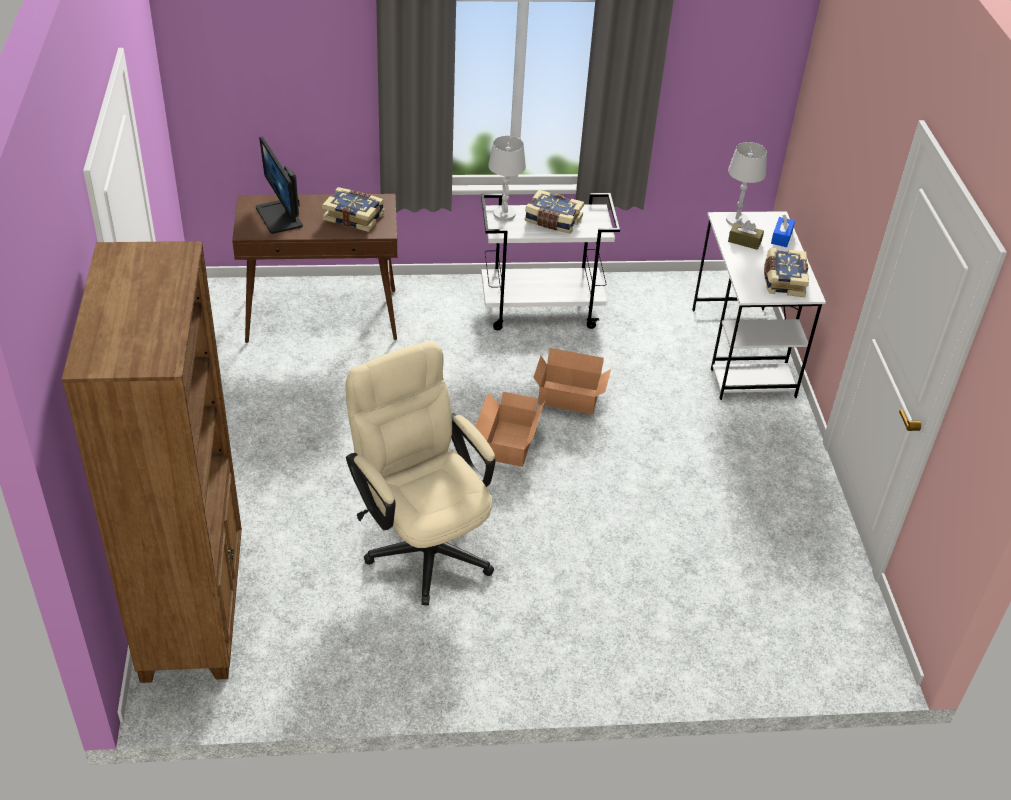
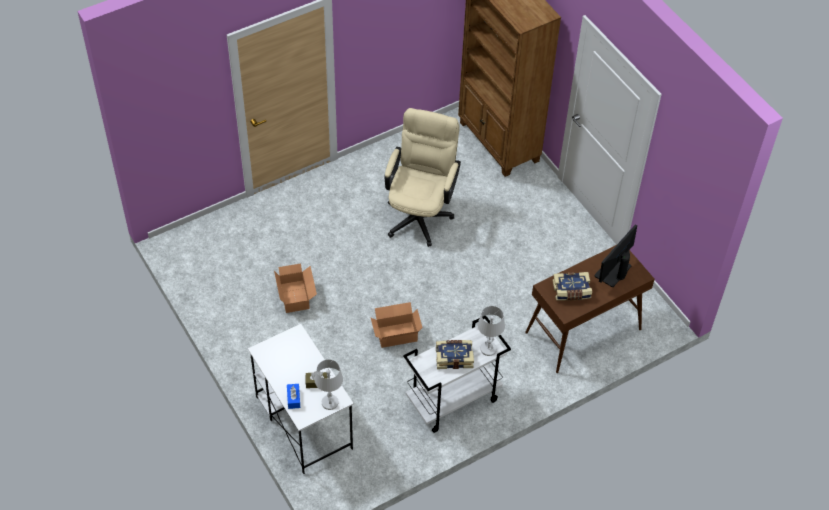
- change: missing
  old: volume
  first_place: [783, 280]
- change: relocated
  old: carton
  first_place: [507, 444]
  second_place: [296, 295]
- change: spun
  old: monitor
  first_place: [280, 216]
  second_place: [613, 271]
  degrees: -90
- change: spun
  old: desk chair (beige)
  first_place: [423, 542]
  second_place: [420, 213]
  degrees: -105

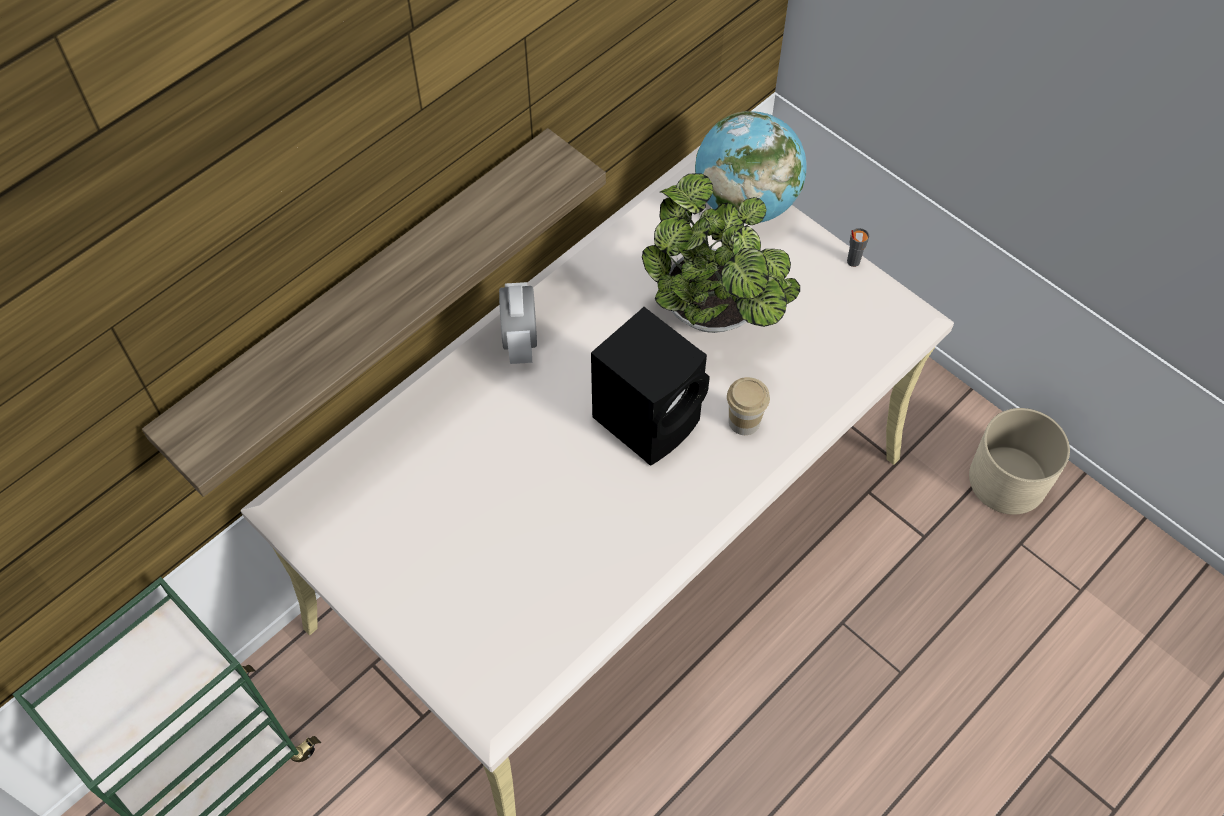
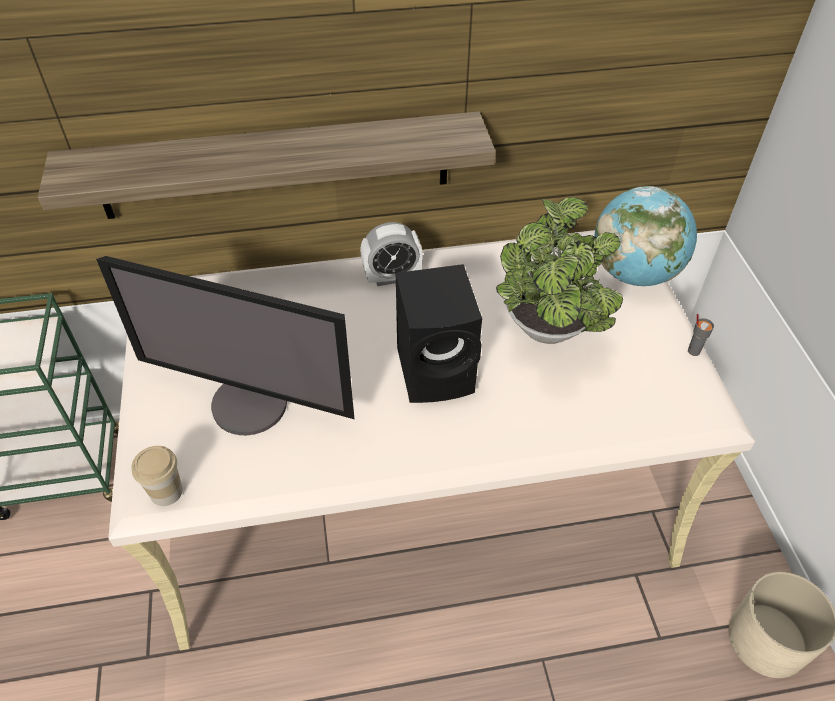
- change: appeared
  new: monitor
  second_place: [252, 403]
- change: relocated
  old: cup
  first_place: [744, 421]
  second_place: [166, 492]
- change: spun
  old: alarm clock
  first_place: [520, 342]
  second_place: [392, 277]
  degrees: -135

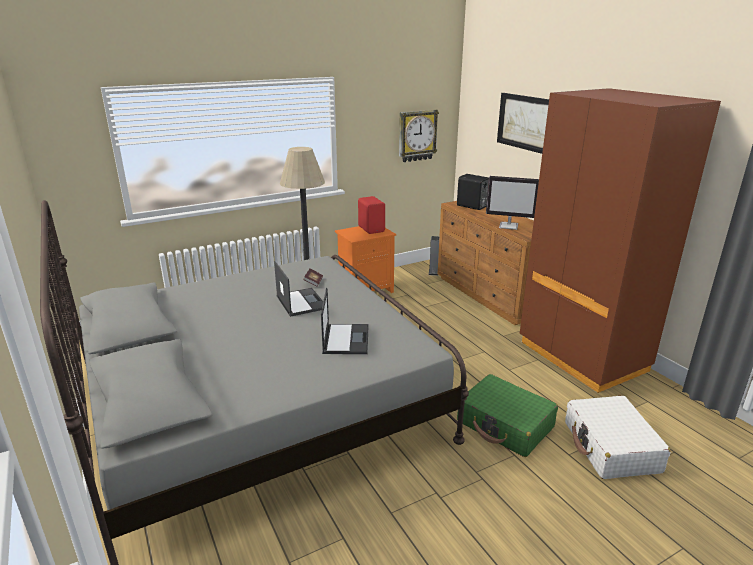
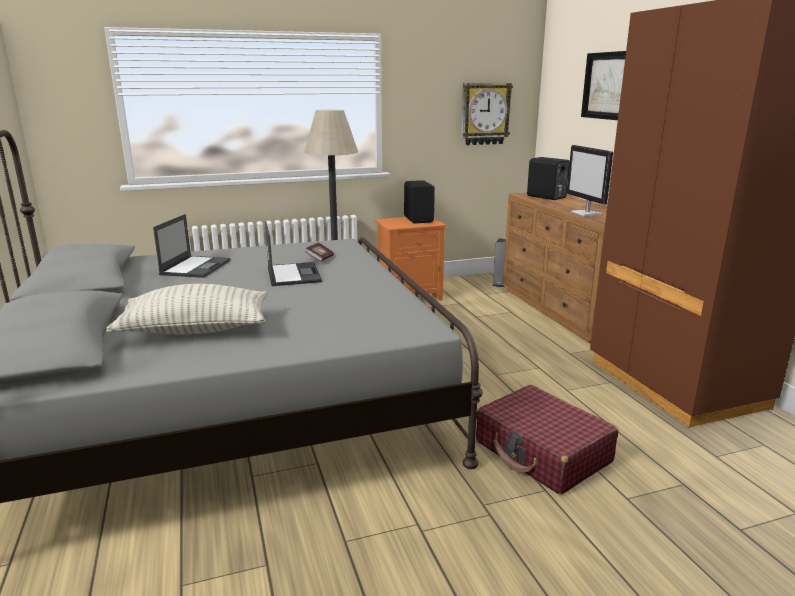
- change: missing
  old: travel case (whitish)
  first_place: [611, 447]
- change: appeared
  new: throw pillow
  second_place: [196, 330]
- change: relocated
  old: notebook computer
  first_place: [346, 339]
  second_place: [196, 267]
- change: colour
  old: loudspeaker (red-coloured)
  new: loudspeaker (black-coloured)
  first_place: [372, 229]
  second_place: [419, 219]
- change: colour
  old: travel case (greenish)
  new: travel case (red-coloured)
  first_place: [505, 425]
  second_place: [542, 452]
- change: spun
  old: monitor
  first_place: [509, 226]
  second_place: [586, 214]
  degrees: 45

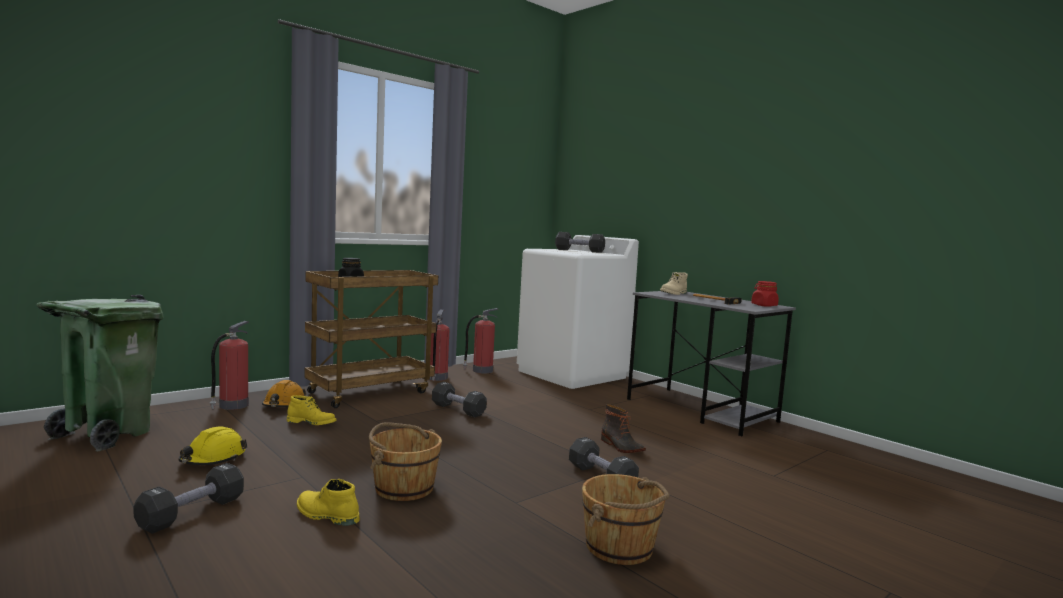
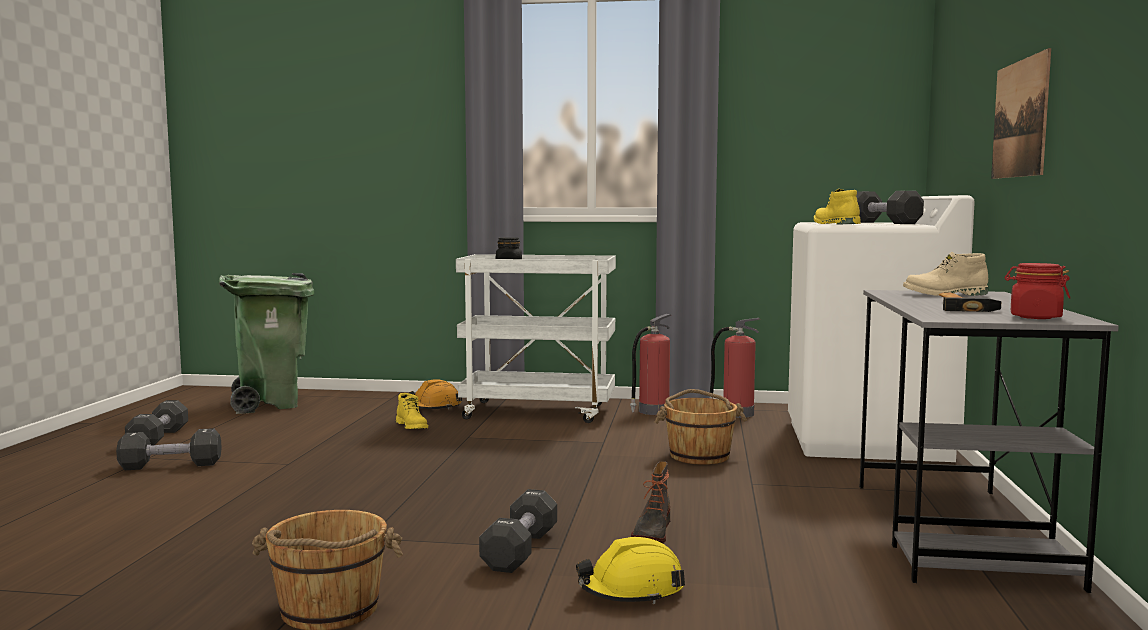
- change: missing
  old: fire-fighting cylinder
  first_place: [232, 406]
- change: appeared
  new: wall art
  second_place: [1020, 119]
- change: relocated
  old: work helmet (yellow)
  first_place: [213, 459]
  second_place: [632, 590]
- change: relocated
  old: boot (yellow)
  first_place: [326, 515]
  second_place: [834, 224]
- change: relocated
  old: bucket (brownish)
  first_place: [403, 488]
  second_place: [699, 455]
- change: relocated
  old: dumbbell (black-coloured)
  first_place: [458, 410]
  second_place: [158, 438]
- change: colour
  old: cart (brownish)
  new: cart (whitish)
  first_place: [370, 392]
  second_place: [540, 412]

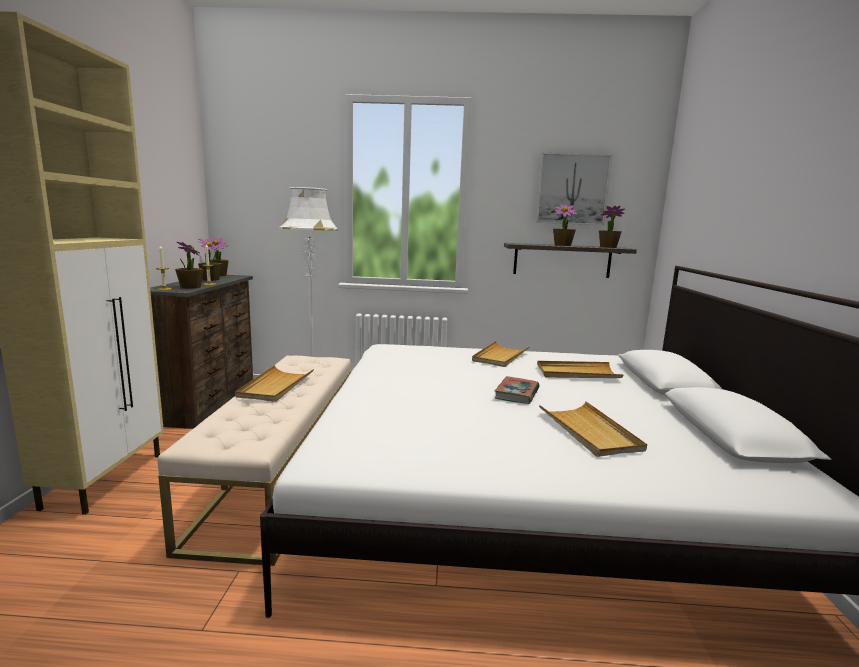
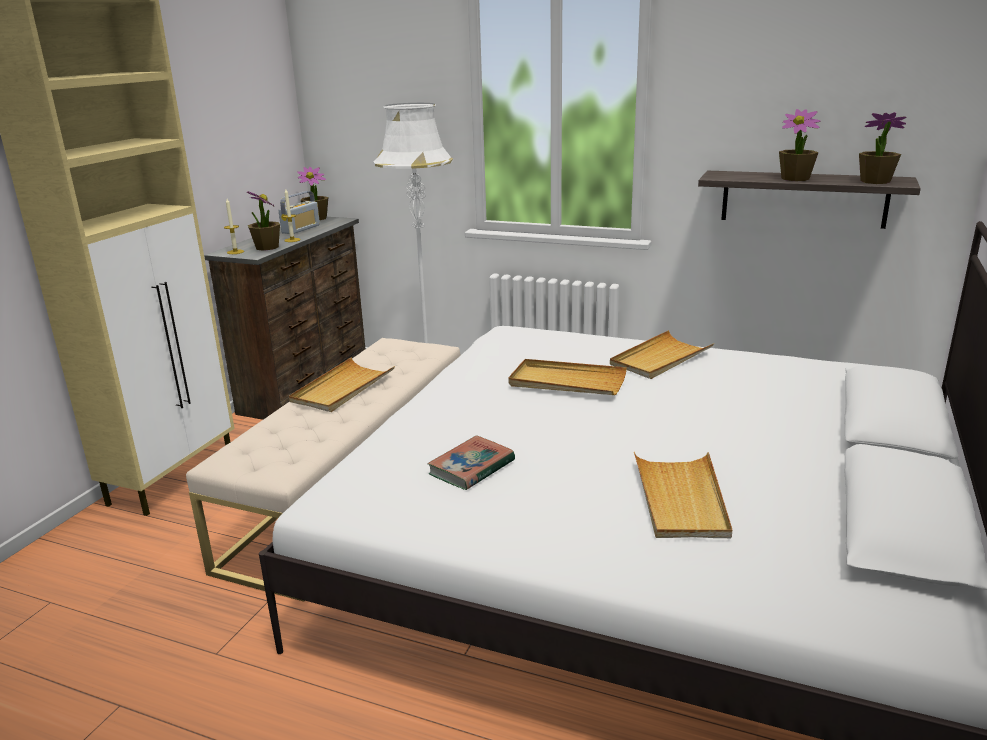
- change: missing
  old: wall art
  first_place: [572, 189]
- change: relocated
  old: volume
  first_place: [517, 394]
  second_place: [471, 467]
- change: relocated
  old: tray (beige)
  first_place: [577, 373]
  second_place: [566, 382]
- change: exchanged
  old: potted plant
  new: radio
  first_place: [211, 279]
  second_place: [301, 229]

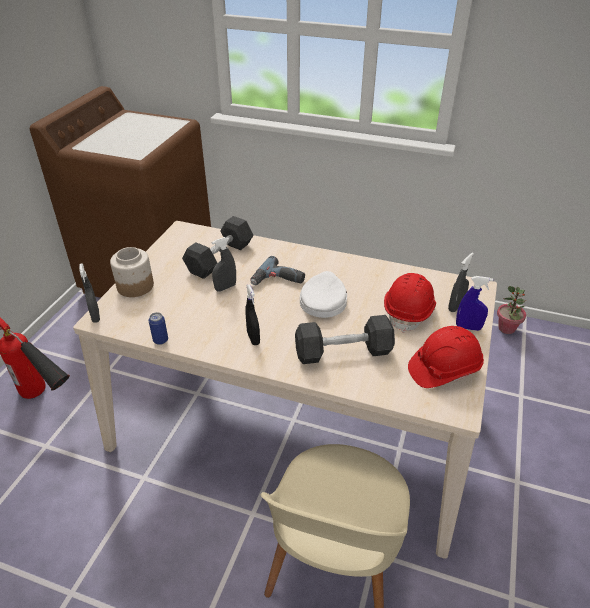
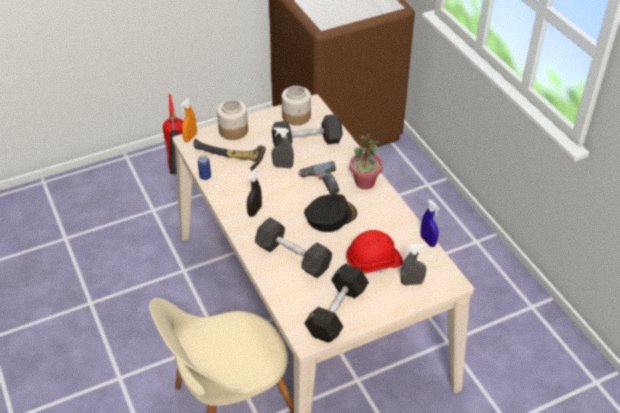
- change: appeared
  new: hand hammer
  second_place: [230, 158]
- change: appeared
  new: storage jar
  second_place: [296, 116]
- change: relocated
  old: sprayer (bluish)
  first_place: [468, 327]
  second_place: [428, 241]
- change: relocated
  old: potted plant
  first_place: [506, 328]
  second_place: [364, 183]
- change: exchanged
  old: work helmet (red-coloured)
  new: dumbbell (black-coloured)
  first_place: [443, 369]
  second_place: [336, 312]
- change: colour
  old: sprayer (gray)
  new: sprayer (orange-coloured)
  first_place: [95, 316]
  second_place: [190, 137]
- change: colour
  old: cap (whitish)
  new: cap (black-coloured)
  first_place: [323, 300]
  second_place: [330, 216]

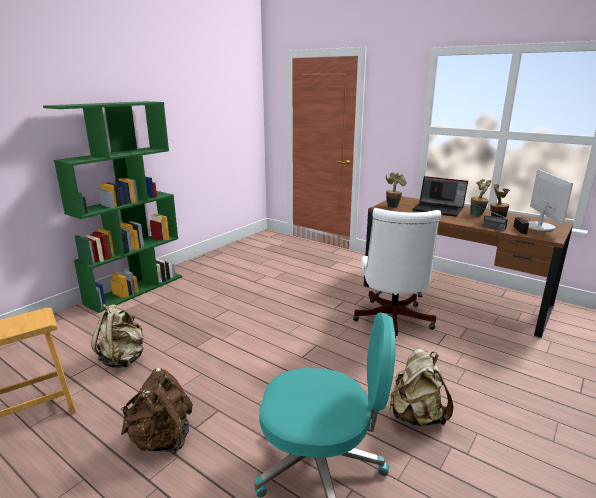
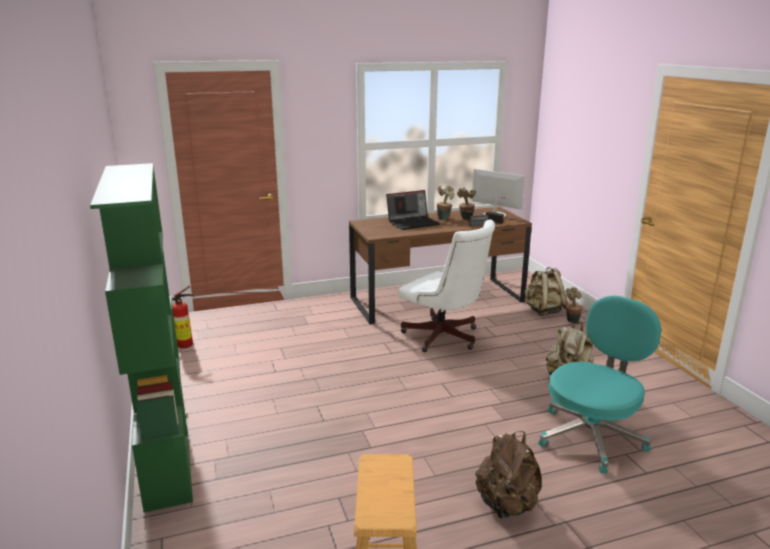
- change: appeared
  new: fire-fighting cylinder
  second_place: [187, 345]
- change: relocated
  old: knapsack (beige)
  first_place: [123, 359]
  second_place: [543, 311]
- change: relocated
  old: potted plant
  first_place: [393, 206]
  second_place: [571, 320]

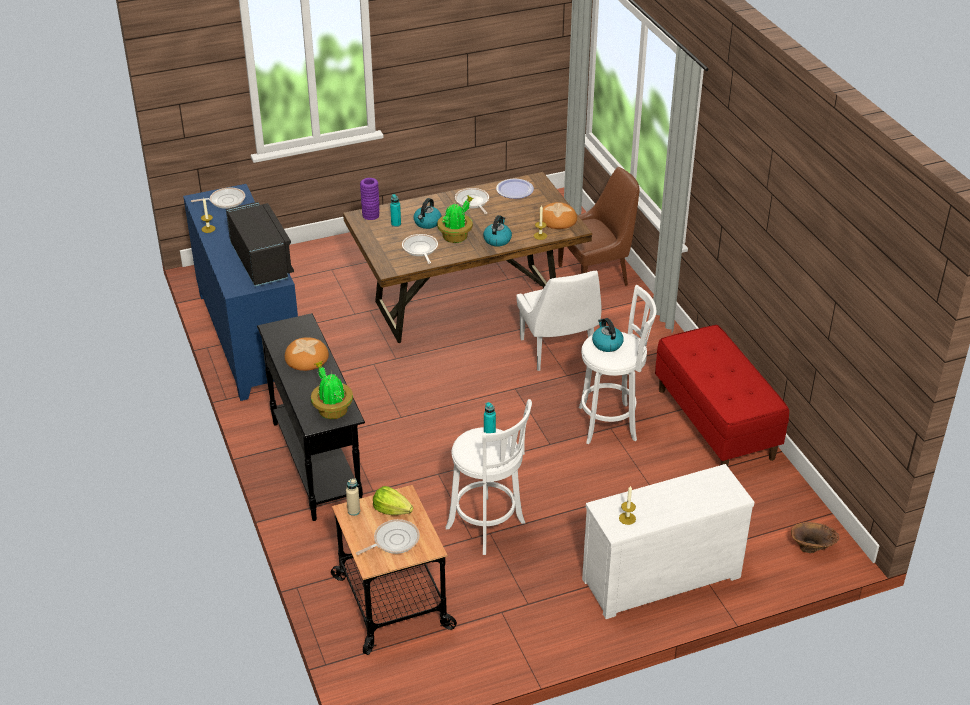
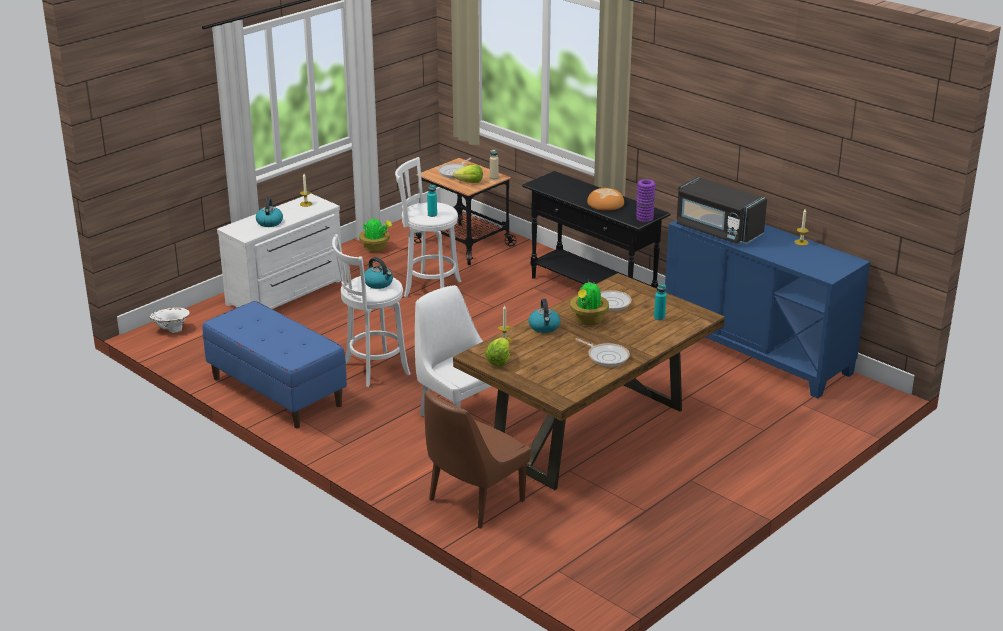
- change: missing
  old: skillet
  first_place: [225, 201]
- change: missing
  old: flat dish
  first_place: [514, 189]
- change: relocated
  old: potted plant
  first_place: [332, 410]
  second_place: [376, 249]
- change: relocated
  old: decorative vase (purple-coloured)
  first_place: [371, 215]
  second_place: [644, 218]
- change: relocated
  old: kettle
  first_place: [427, 223]
  second_place: [269, 222]
- change: exchanged
  old: baked bread
  new: lettuce
  first_place: [558, 219]
  second_place: [499, 361]
- change: colour
  old: bench (red-coloured)
  new: bench (bluish)
  first_place: [716, 423]
  second_place: [276, 392]
- change: colour
  old: decorative vase (brownish)
  new: decorative vase (whitish)
  first_place: [812, 550]
  second_place: [171, 330]

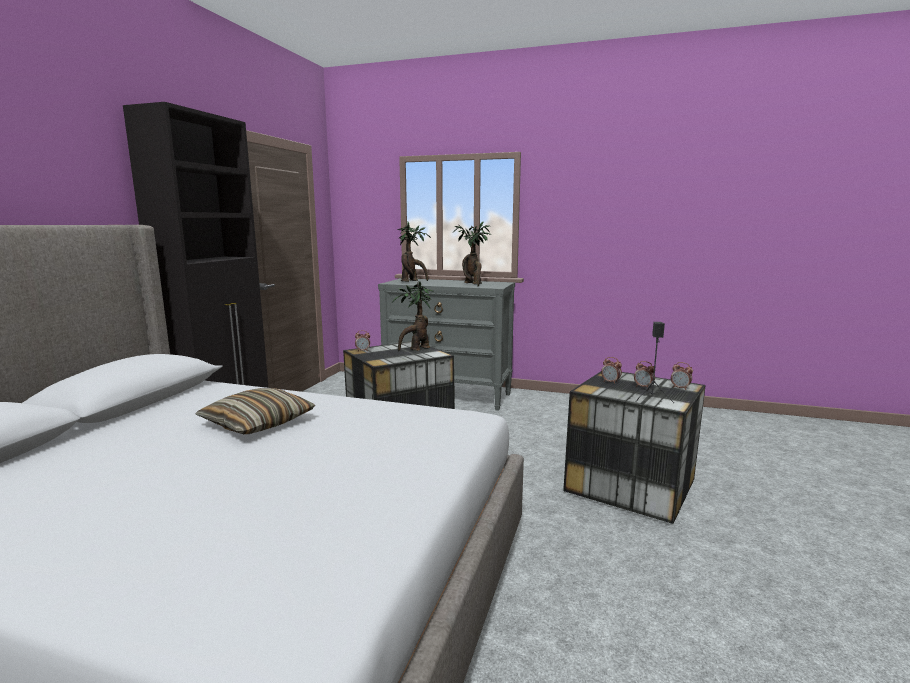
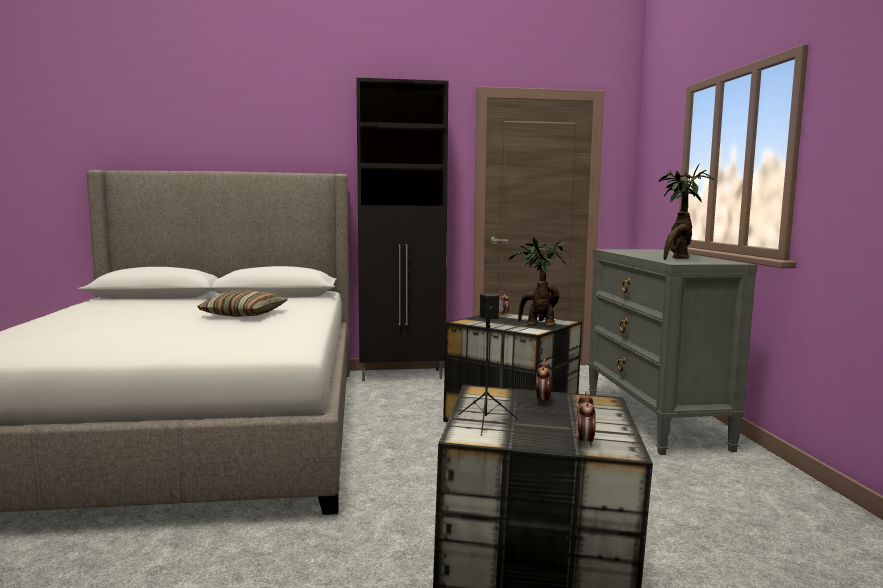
- change: missing
  old: potted plant
  first_place: [412, 281]
- change: missing
  old: alarm clock
  first_place: [643, 387]

